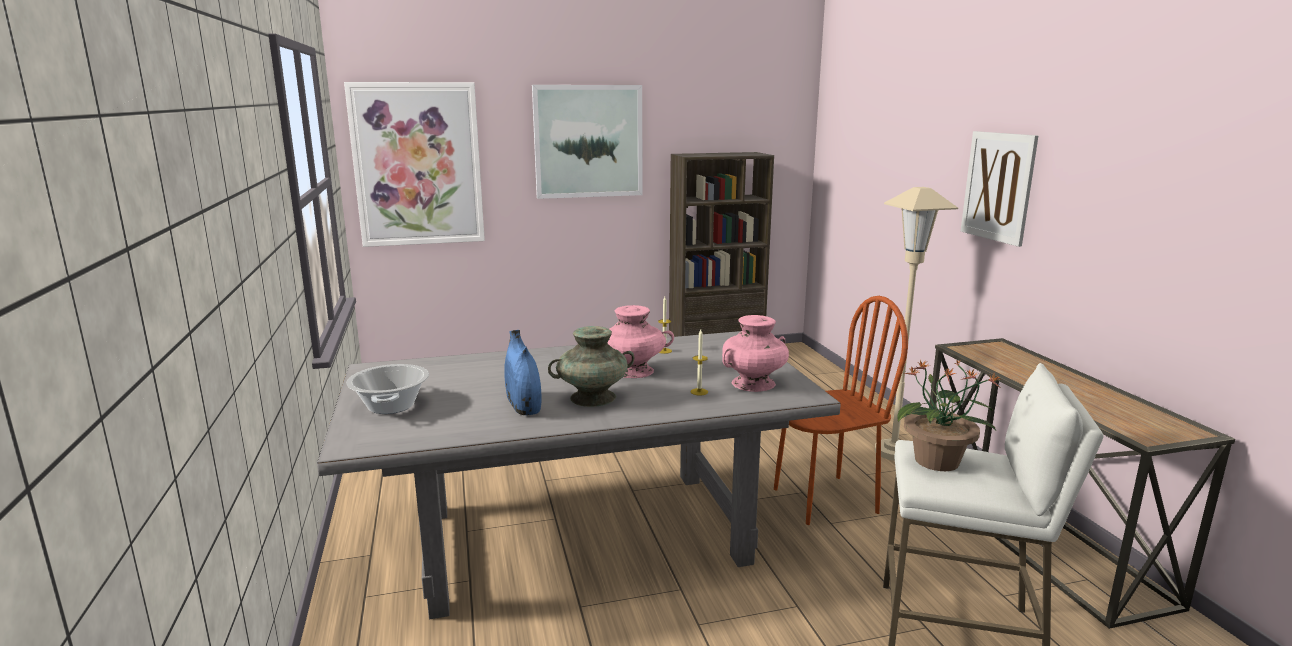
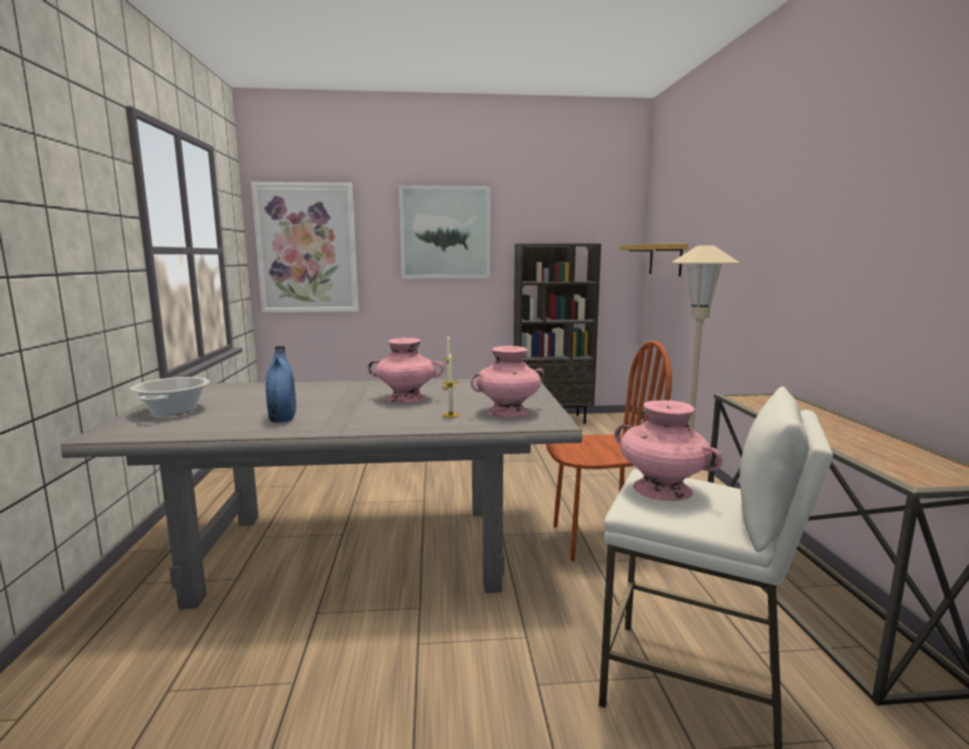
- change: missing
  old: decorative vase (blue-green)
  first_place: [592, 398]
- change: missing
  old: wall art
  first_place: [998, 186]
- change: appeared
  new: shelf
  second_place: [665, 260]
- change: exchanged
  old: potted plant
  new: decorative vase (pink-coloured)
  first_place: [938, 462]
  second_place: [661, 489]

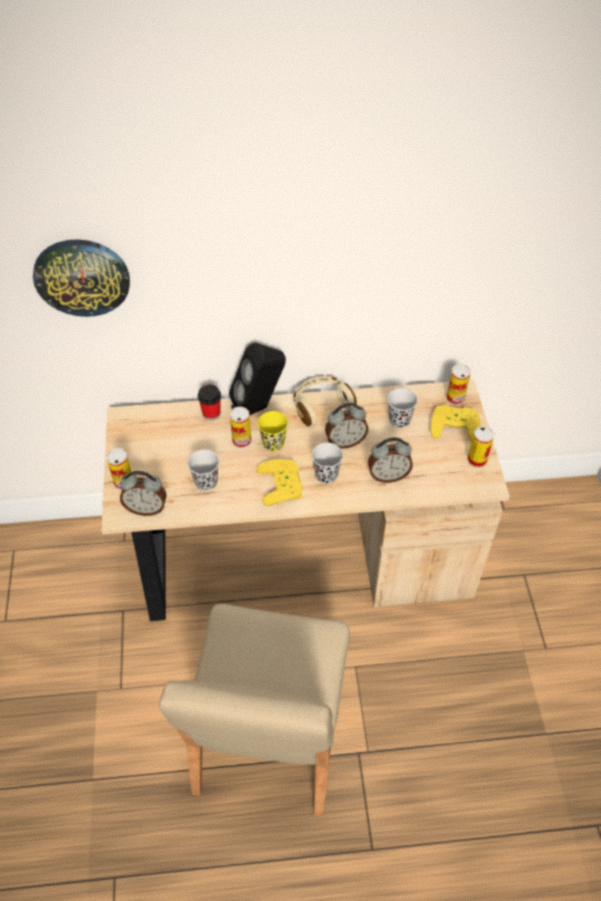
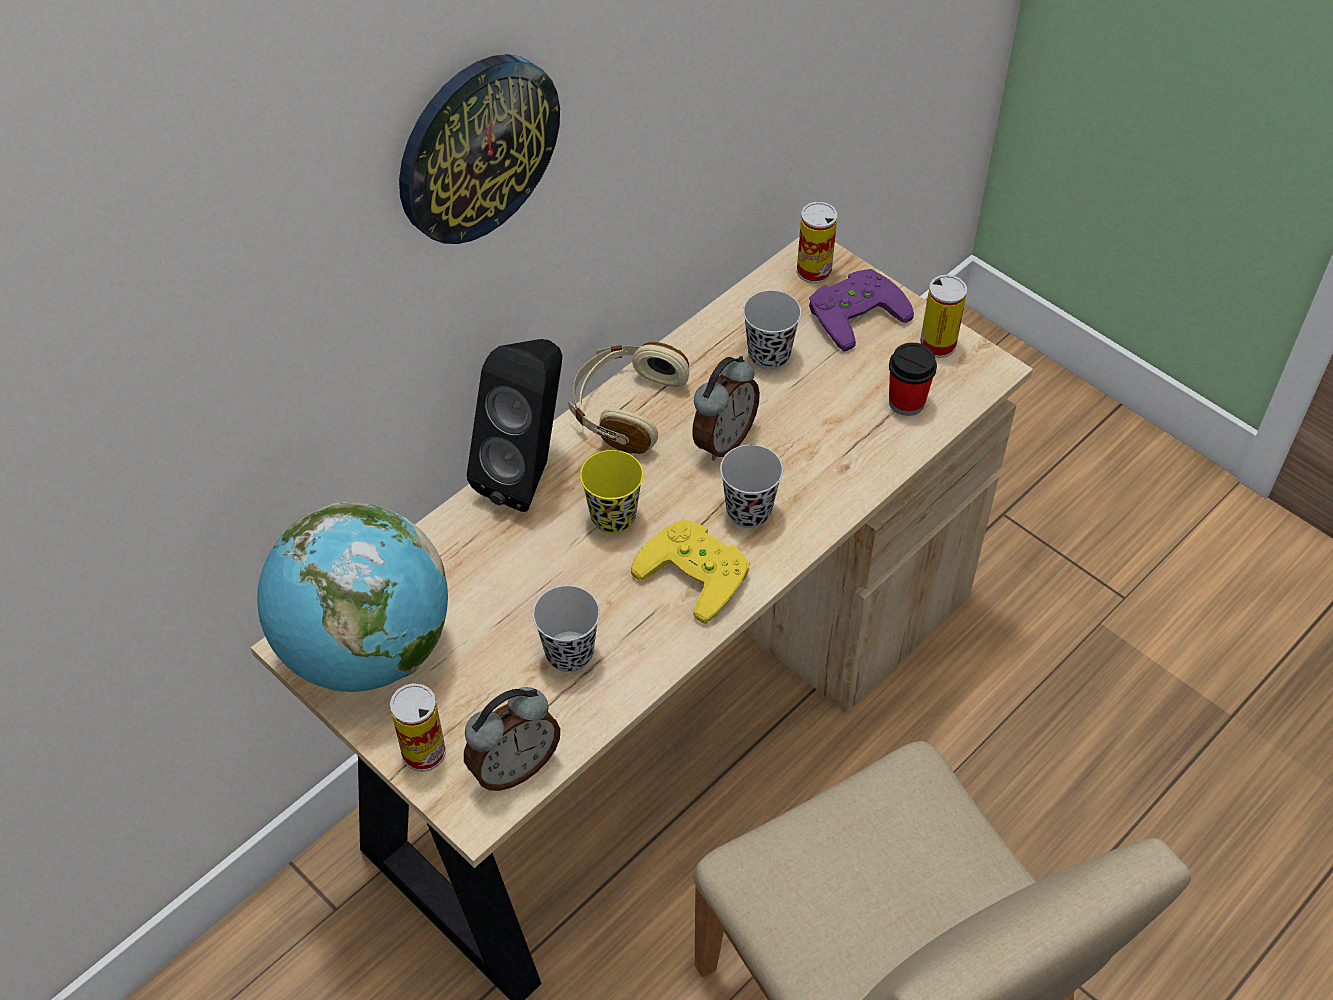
- change: missing
  old: metal can
  first_place: [241, 440]
- change: missing
  old: alarm clock
  first_place: [388, 475]
- change: appeared
  new: desk globe
  second_place: [366, 651]
- change: relocated
  old: wall clock
  first_place: [82, 277]
  second_place: [476, 147]
- change: relocated
  old: cup
  first_place: [211, 413]
  second_place: [906, 402]
- change: colour
  old: gamepad (yellow)
  new: gamepad (purple-coloured)
  first_place: [455, 424]
  second_place: [854, 310]

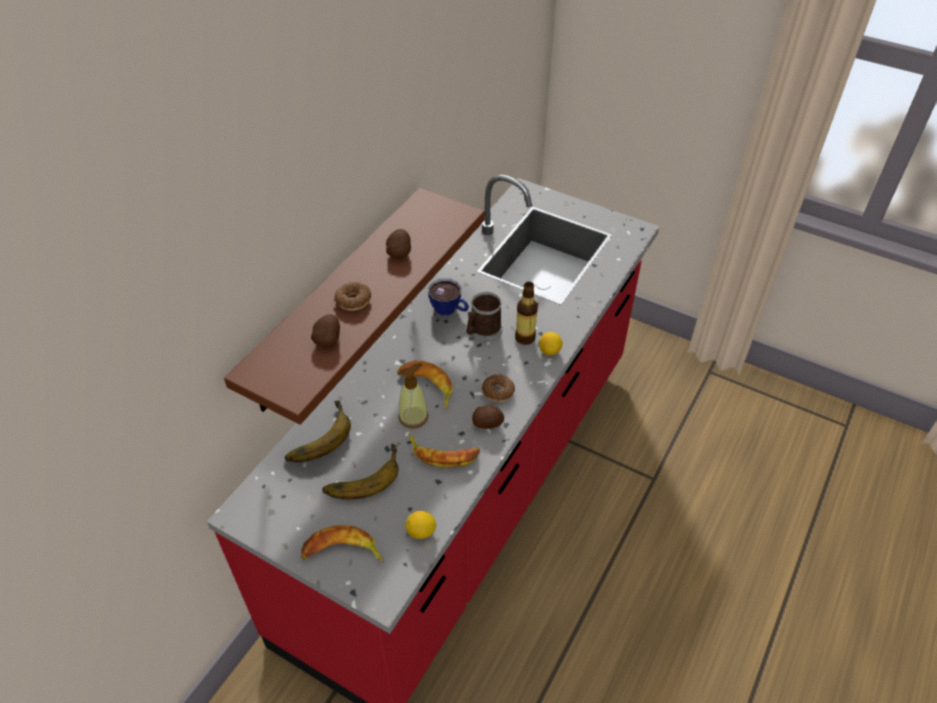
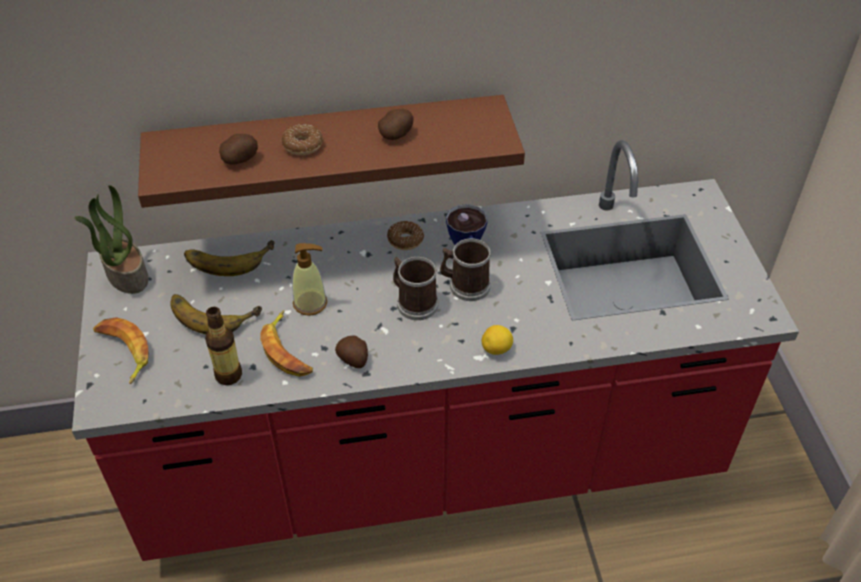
- change: missing
  old: banana
  first_place: [426, 386]
- change: missing
  old: lemon
  first_place: [421, 532]
- change: appeared
  new: potted plant
  second_place: [125, 275]
- change: appeared
  new: tea mug
  second_place: [413, 302]
- change: relocated
  old: doughnut
  first_place: [498, 391]
  second_place: [405, 240]
- change: relocated
  old: bottle
  first_place: [525, 338]
  second_place: [228, 375]

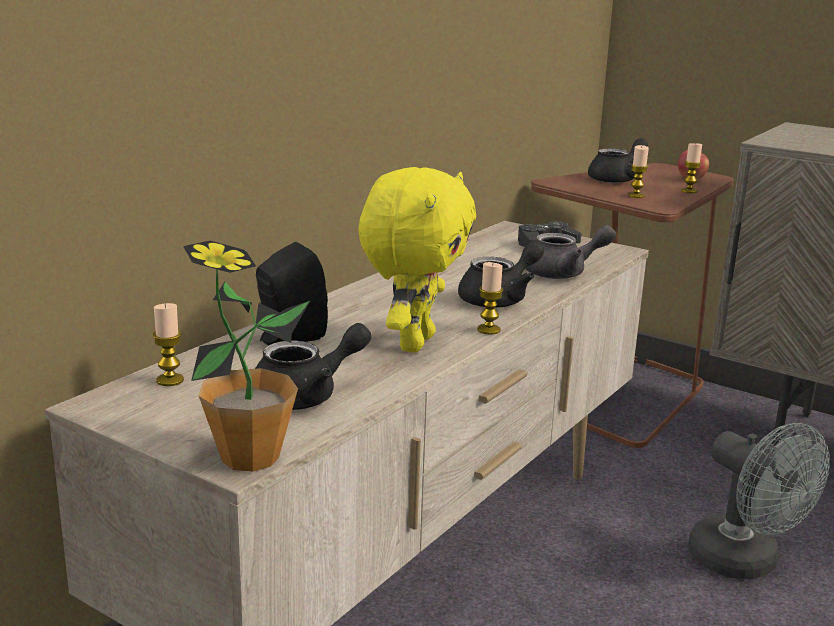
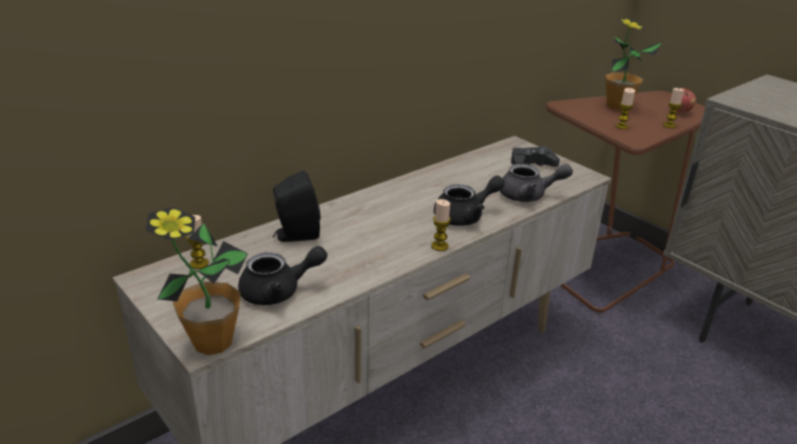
- change: missing
  old: plush toy (yellow)
  first_place: [413, 342]
- change: missing
  old: cooling fan (gray)
  first_place: [744, 563]
- change: exchanged
  old: tea pot (black-coloured)
  new: potted plant
  first_place: [617, 179]
  second_place: [618, 106]

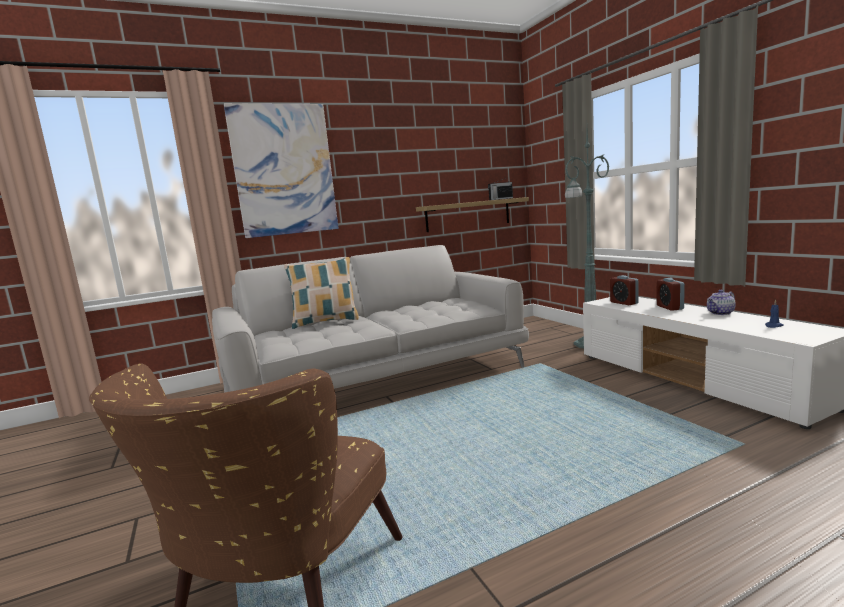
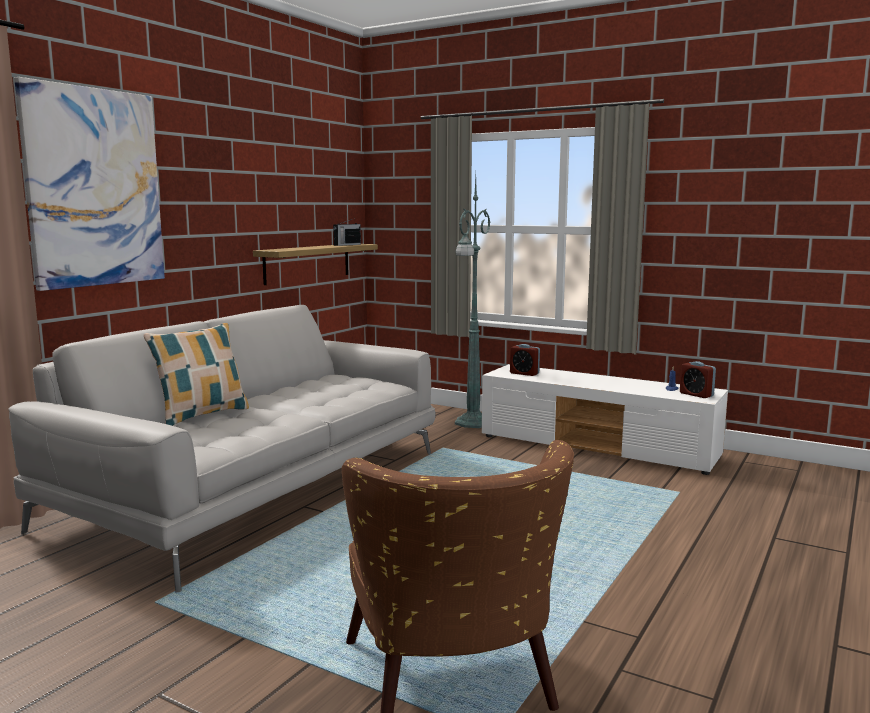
- change: missing
  old: tea pot
  first_place: [720, 313]
- change: relocated
  old: alarm clock
  first_place: [670, 307]
  second_place: [696, 394]

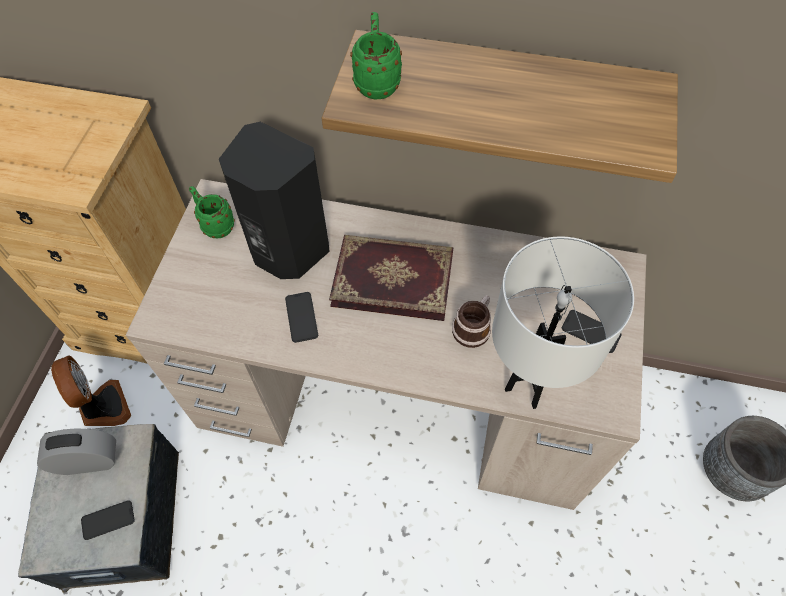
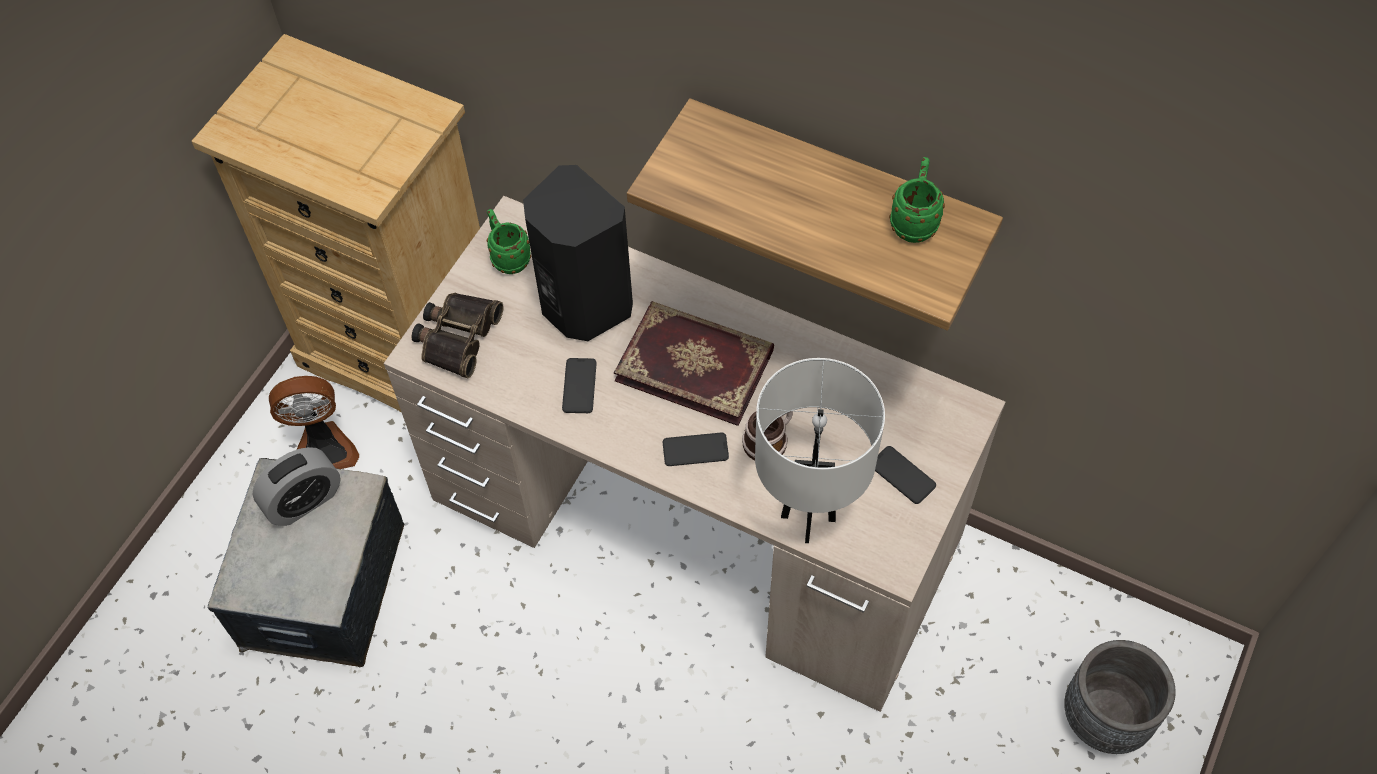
- change: appeared
  new: binoculars
  second_place: [456, 336]
- change: relocated
  old: handset
  first_place: [108, 520]
  second_place: [695, 450]
- change: relocated
  old: tea mug (greenish)
  first_place: [377, 82]
  second_place: [914, 221]
- change: spun
  old: alarm clock
  first_place: [88, 460]
  second_place: [304, 501]
  degrees: 135
- change: spun
  old: cooling fan
  first_place: [103, 407]
  second_place: [323, 448]
  degrees: 90

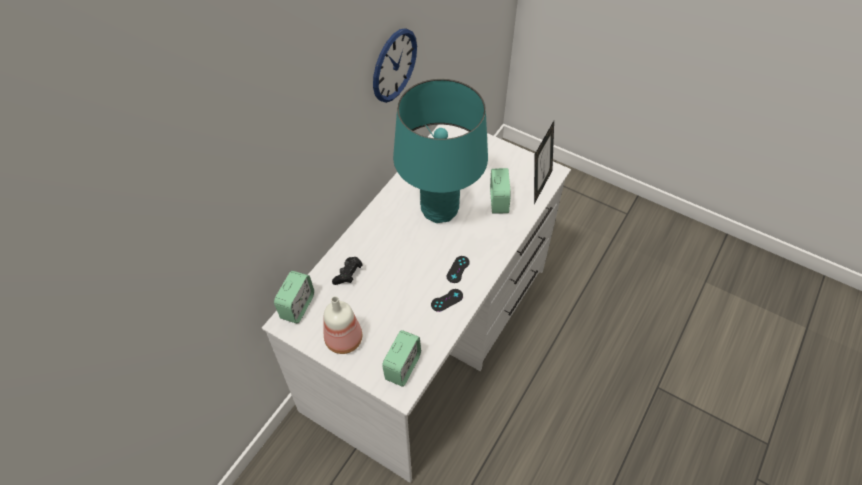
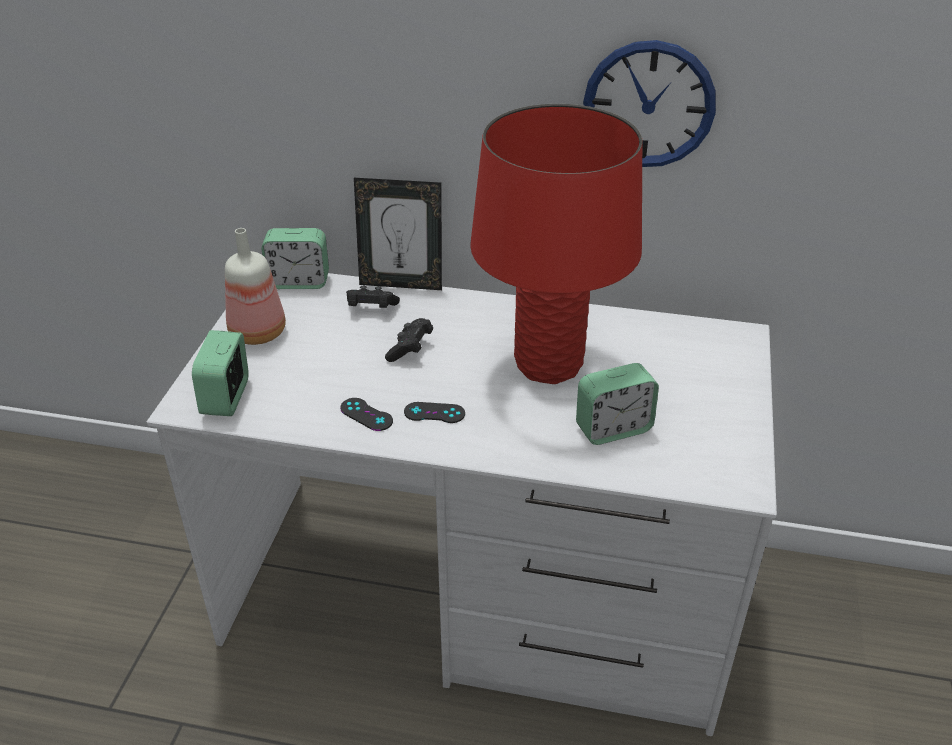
- change: appeared
  new: gamepad (black-coloured)
  second_place: [410, 349]
- change: relocated
  old: picture frame
  first_place: [539, 185]
  second_place: [401, 283]
- change: colour
  old: table lamp (blue-green)
  new: table lamp (red-coloured)
  first_place: [439, 209]
  second_place: [549, 365]
- change: spun
  old: alarm clock
  first_place: [402, 367]
  second_place: [226, 398]
  degrees: 90

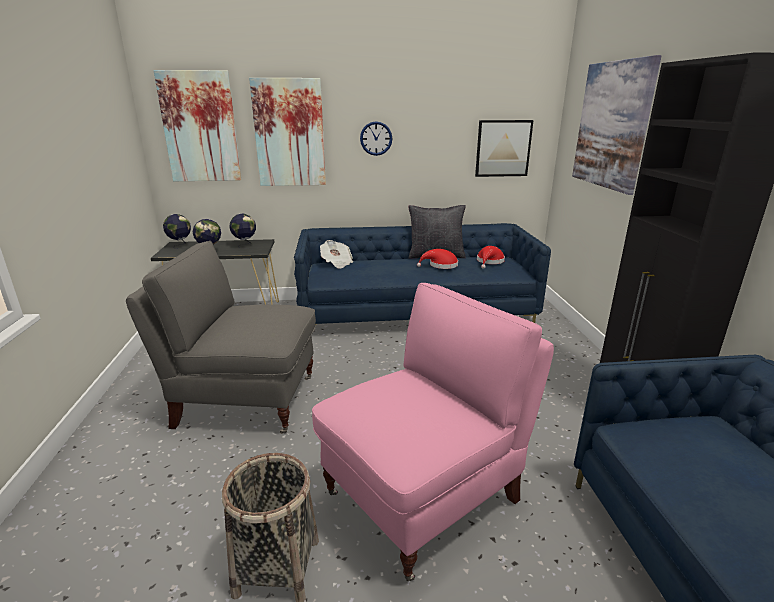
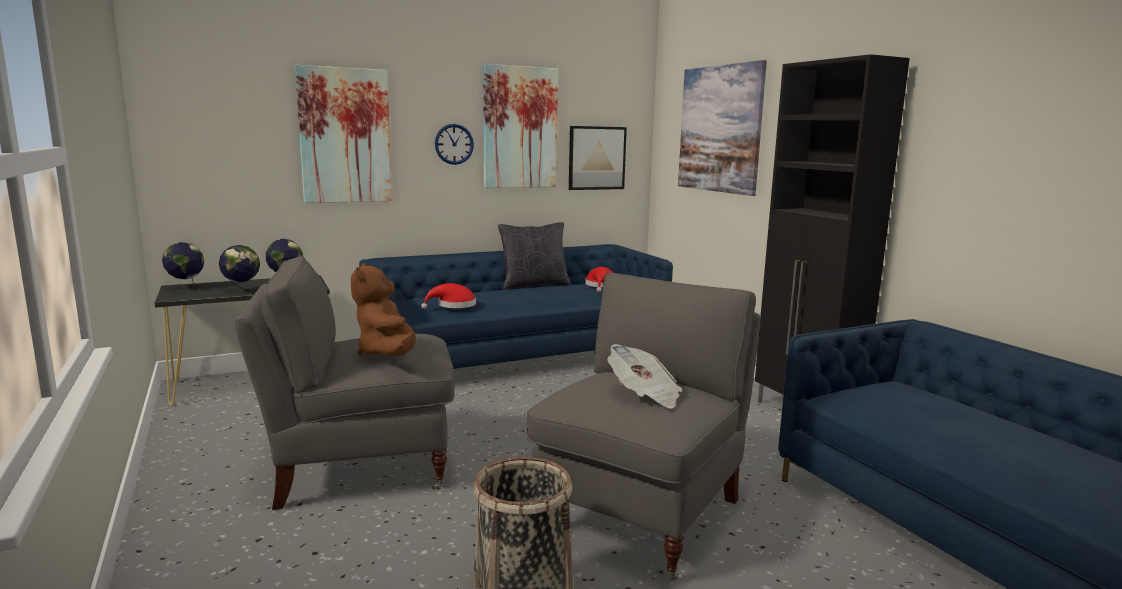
- change: appeared
  new: plush toy (brownish)
  second_place: [387, 354]
- change: relocated
  old: wall art
  first_place: [200, 127]
  second_place: [520, 128]
- change: relocated
  old: newspaper
  first_place: [337, 263]
  second_place: [644, 395]
- change: relocated
  old: wearable hat (red-coloured)
  first_place: [441, 265]
  second_place: [453, 305]
- change: colour
  old: easy chair (pink-coloured)
  new: easy chair (gray)
  first_place: [424, 496]
  second_place: [641, 514]

